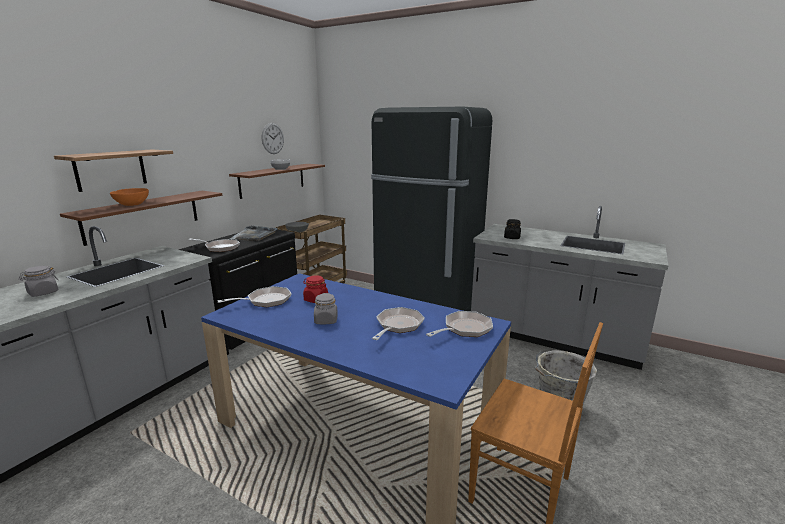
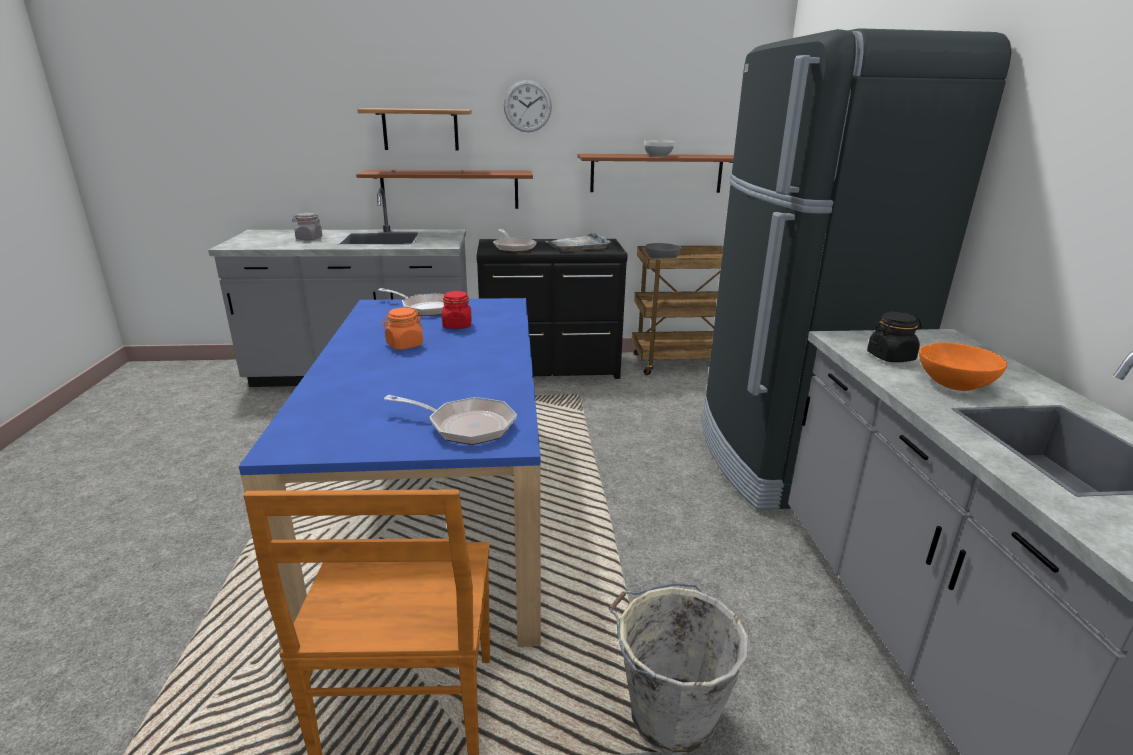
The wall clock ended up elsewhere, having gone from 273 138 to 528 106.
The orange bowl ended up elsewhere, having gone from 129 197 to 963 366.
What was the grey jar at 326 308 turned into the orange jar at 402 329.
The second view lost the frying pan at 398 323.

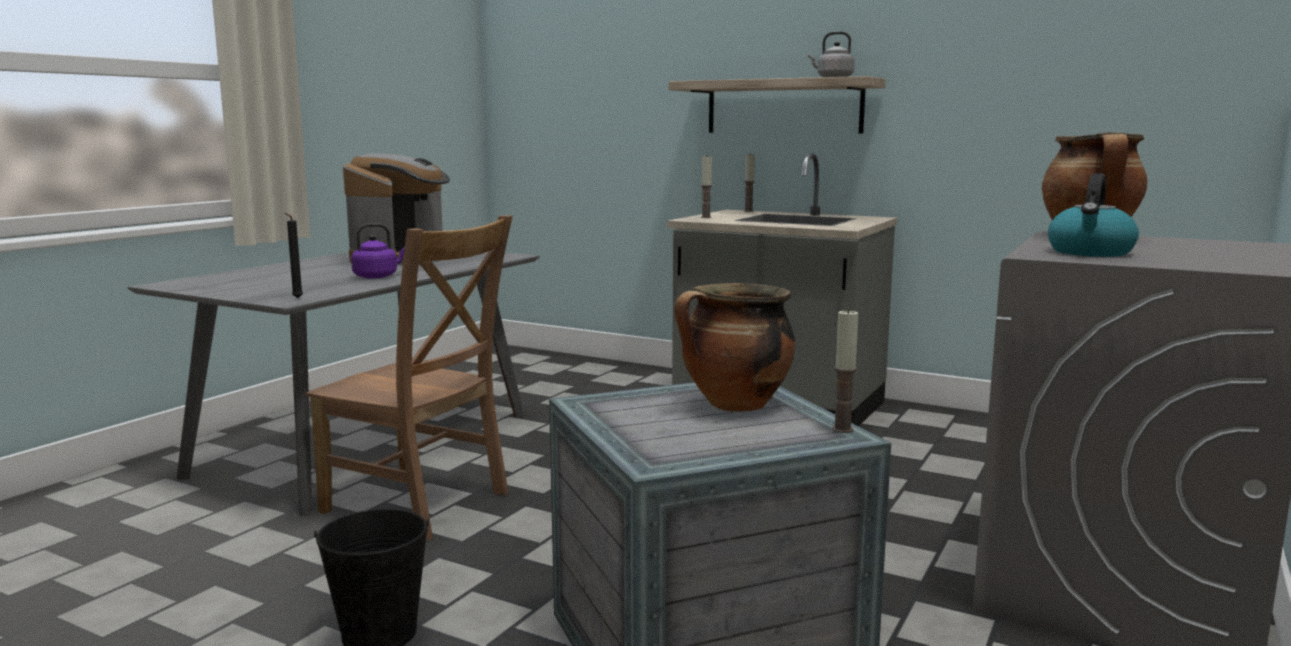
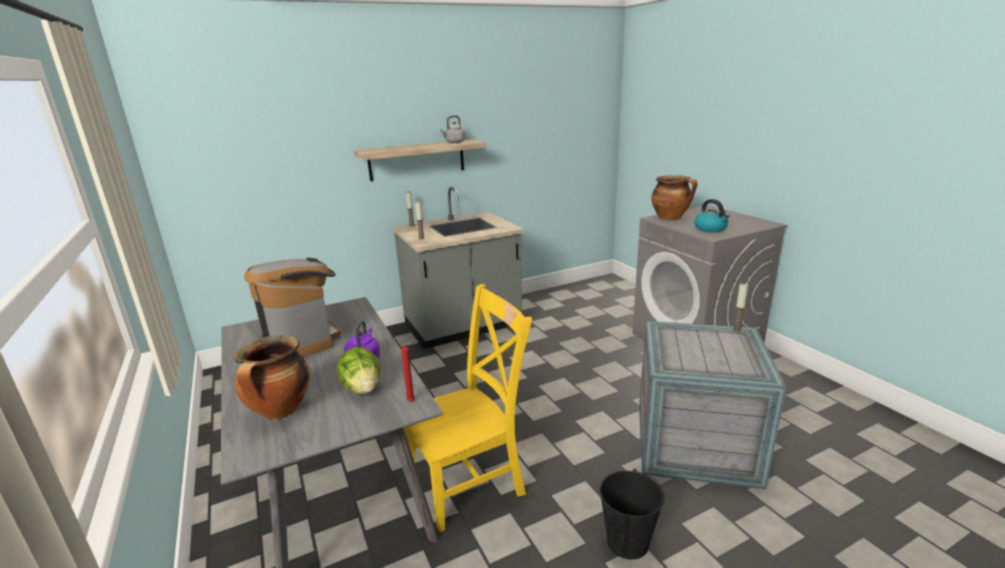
What was the black candle at 294 255 turned into the red candle at 408 373.
What was the brown chair at 409 378 turned into the yellow chair at 468 408.
The cooking pot ended up elsewhere, having gone from 734 347 to 272 377.
The second view gained the lettuce at 358 370.

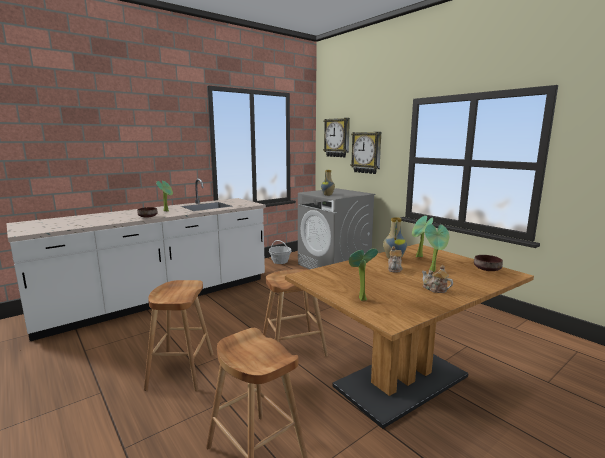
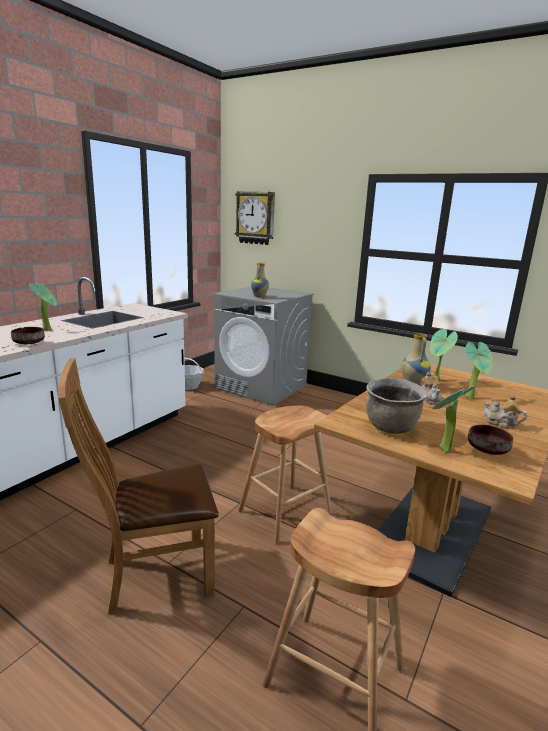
The second view lost the wall clock at 365 153.
The brown bowl ended up elsewhere, having gone from 488 263 to 490 439.
Where the brown stool stood at 178 335, the brown chair came to stand at 138 486.
The second view gained the brown cooking pot at 397 406.

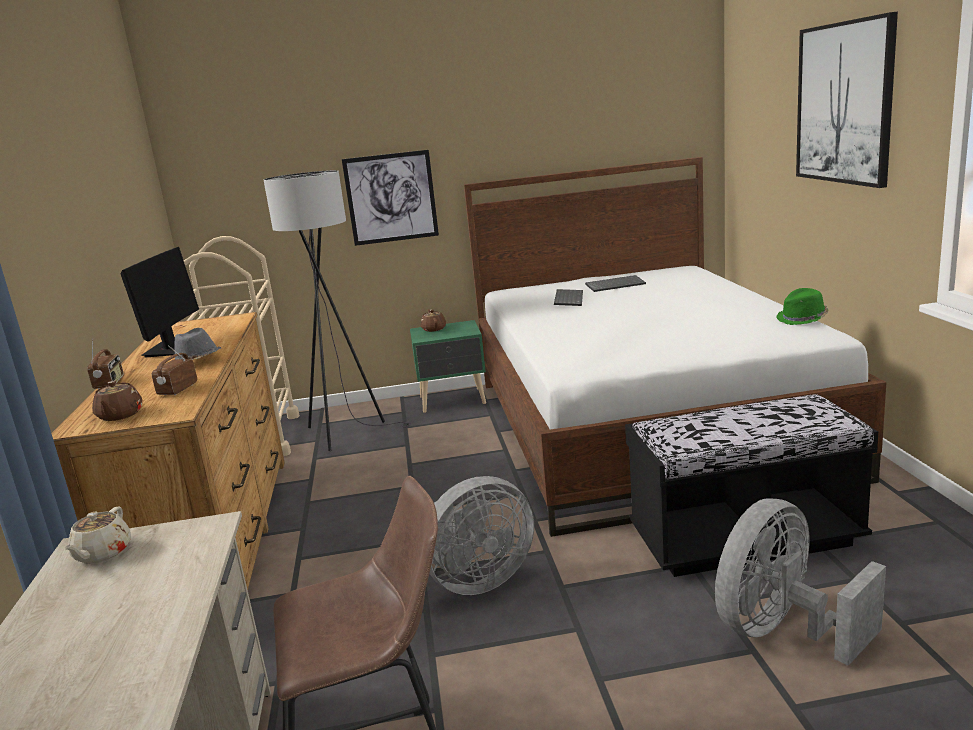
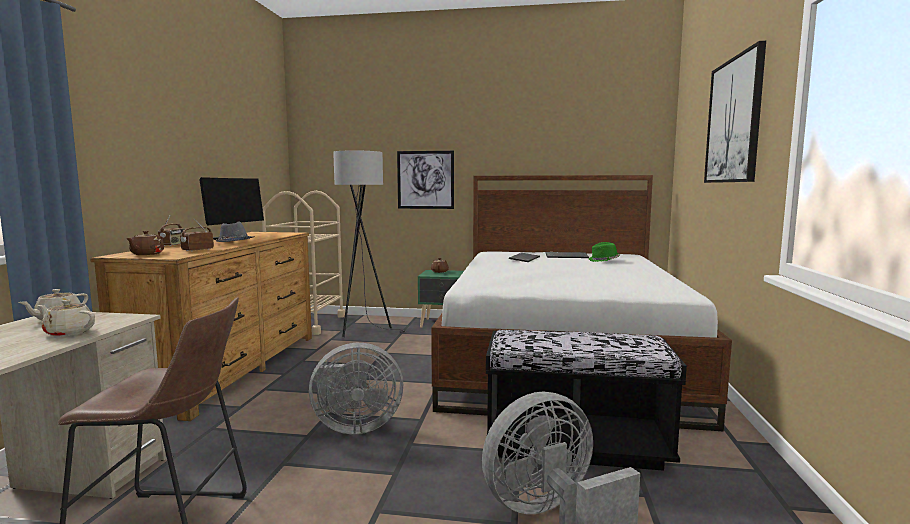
The green hat ended up elsewhere, having gone from 802 306 to 604 252.
The second view gained the beige teapot at 66 318.

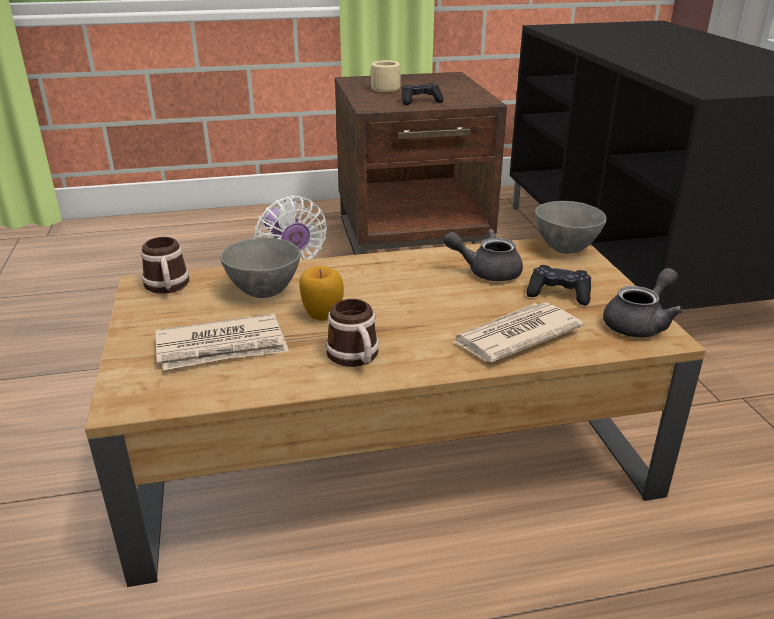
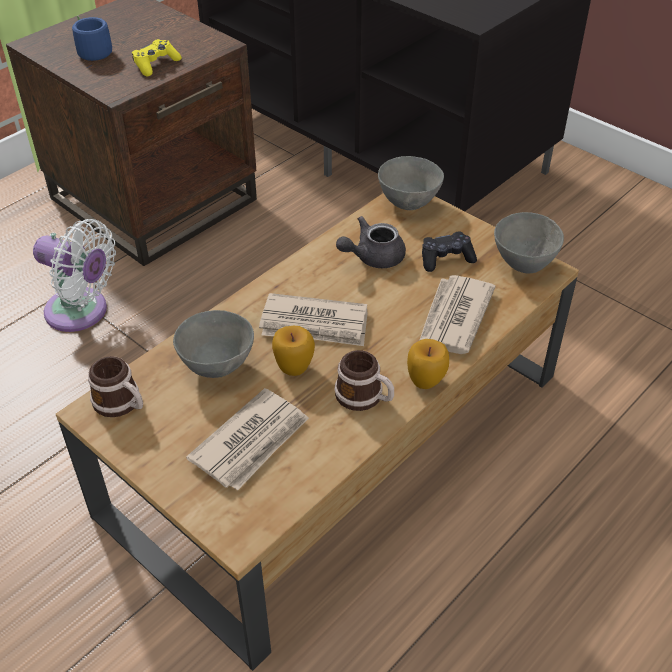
What was the beige mug at 386 75 turned into the blue mug at 92 41.
What was the black game controller at 423 94 turned into the yellow game controller at 157 58.
Where the grey teapot stood at 643 303, the grey bowl came to stand at 529 242.
The second view gained the newspaper at 313 319.
The second view gained the apple at 428 364.

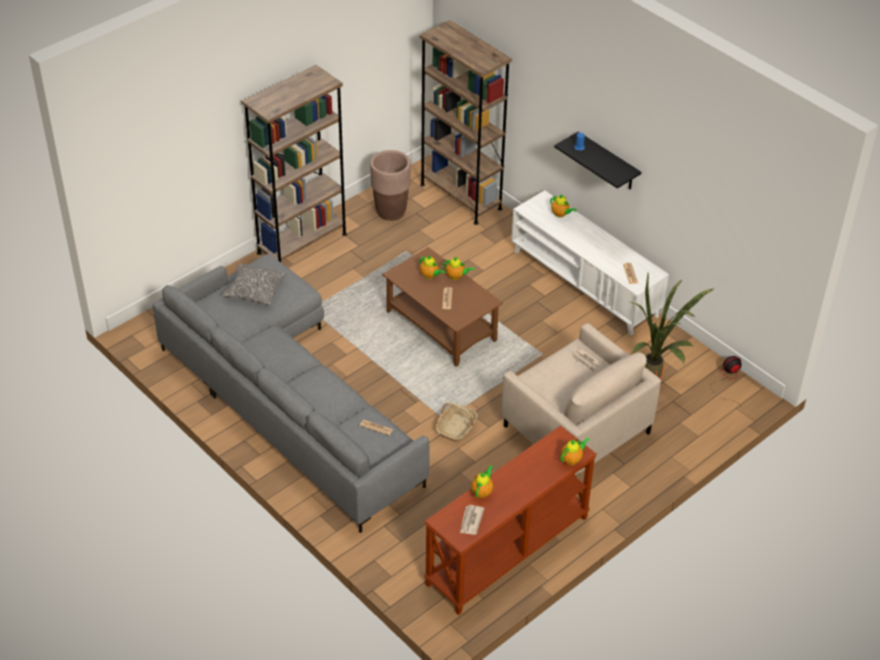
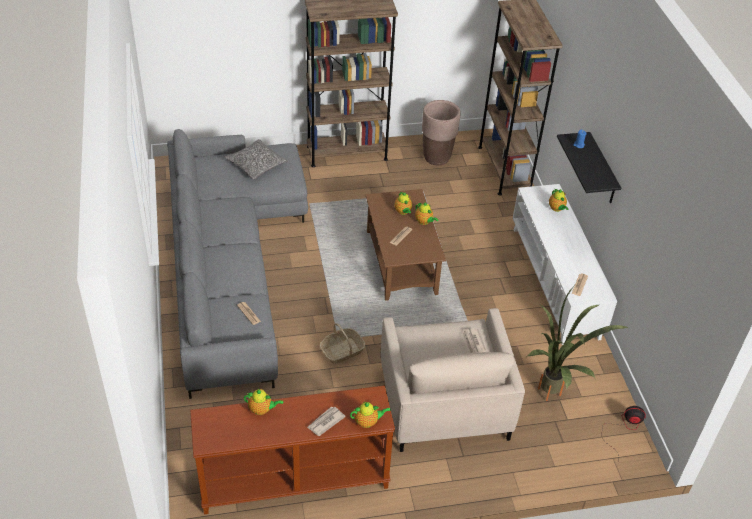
The teapot at 482 481 ended up facing another way, 45 degrees clockwise from before.
The newspaper ended up elsewhere, having gone from 472 520 to 326 421.

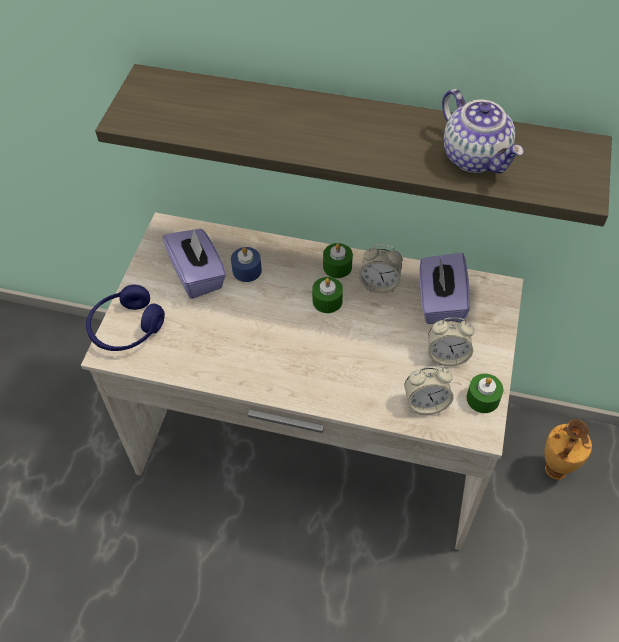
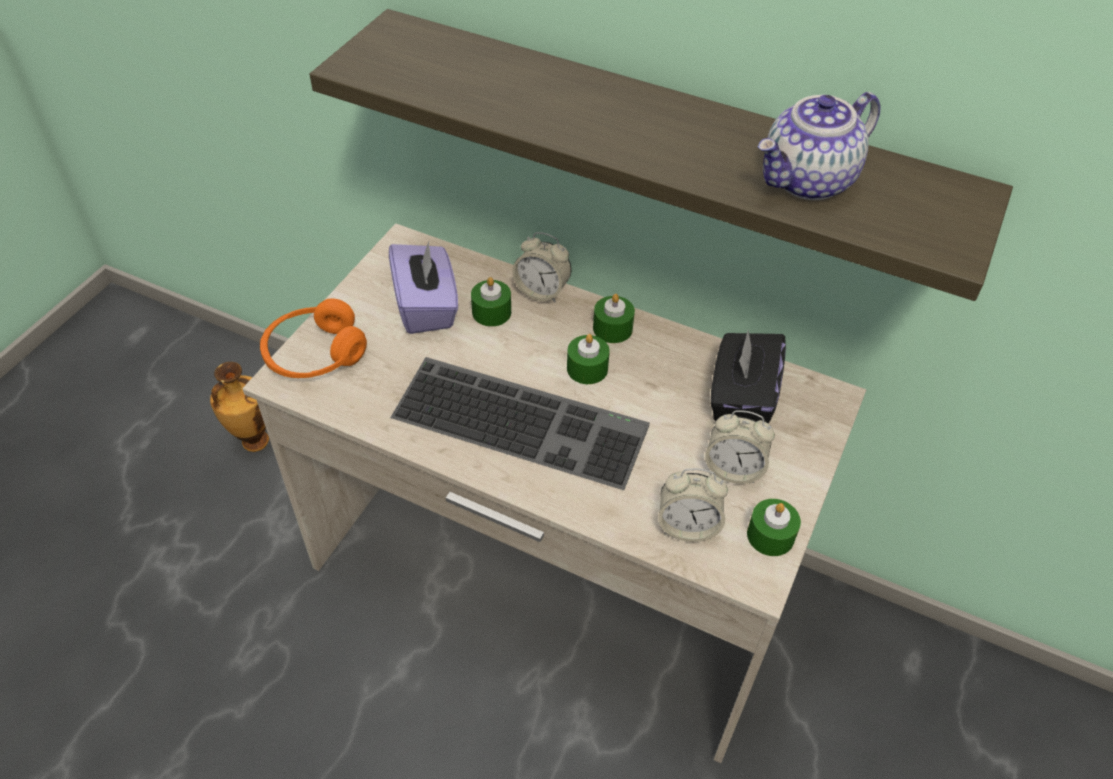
The teapot at 483 131 ended up facing another way, 75 degrees clockwise from before.
The alarm clock ended up elsewhere, having gone from 381 269 to 541 267.
What was the blue candle at 246 264 turned into the green candle at 491 302.
What was the purple tissue box at 445 288 turned into the black tissue box at 748 377.
What was the blue headphones at 125 318 turned into the orange headphones at 313 338.
The vase ended up elsewhere, having gone from 568 449 to 239 407.
The second view gained the keyboard at 520 423.

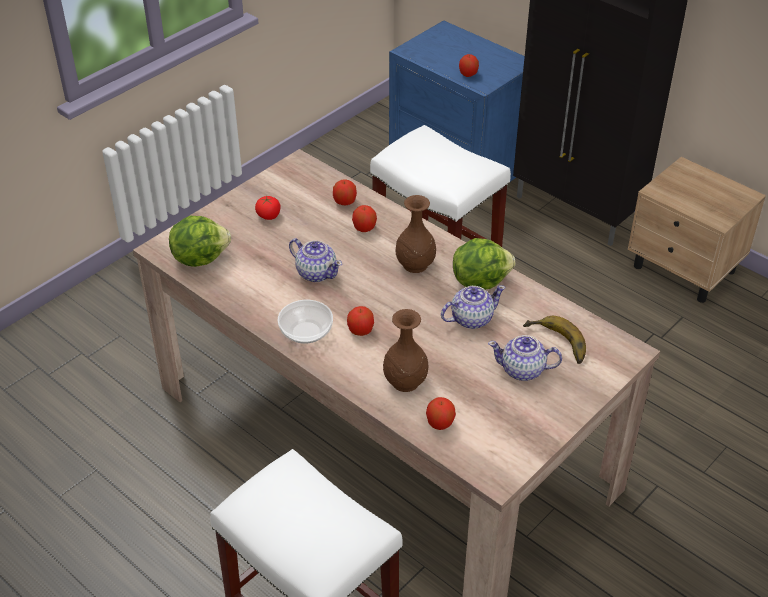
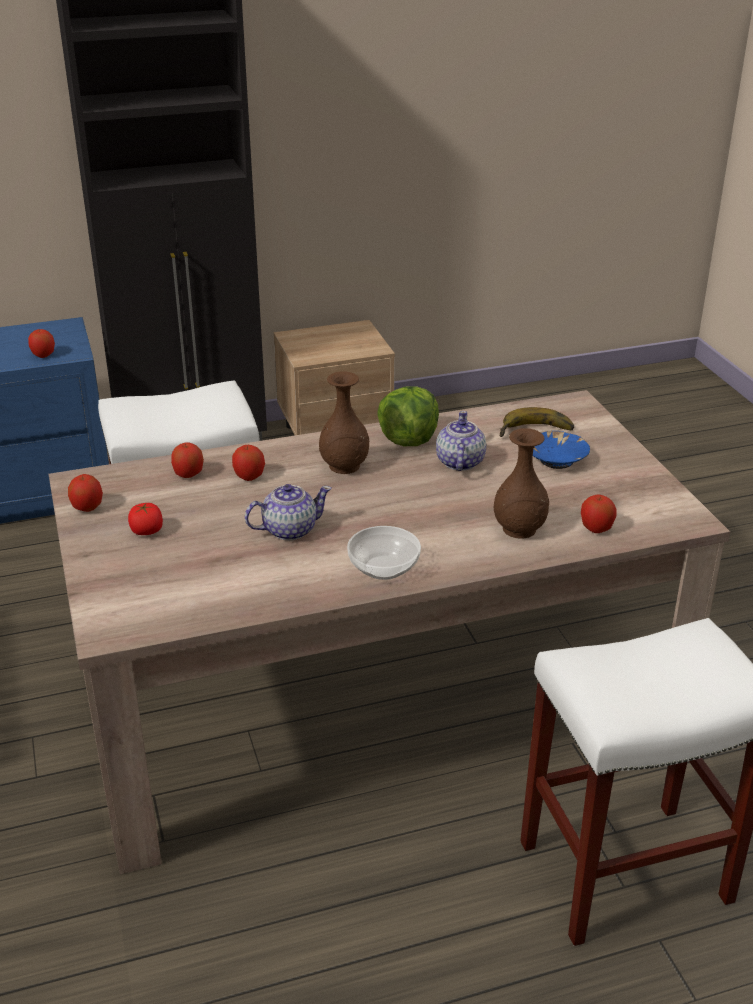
The second view lost the lettuce at 200 241.
The apple ended up elsewhere, having gone from 360 321 to 85 493.
Where the teapot stood at 525 358, the blue bowl came to stand at 561 450.

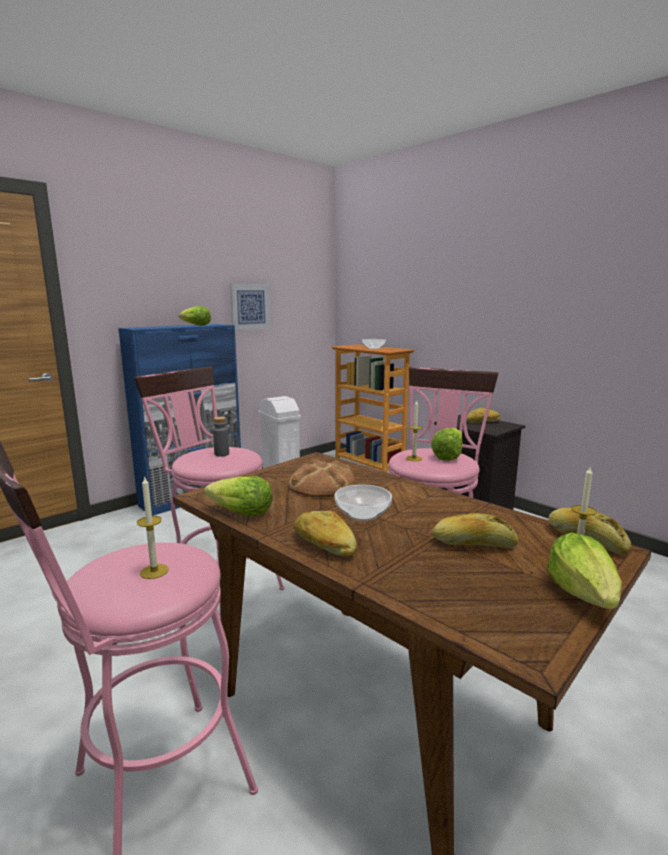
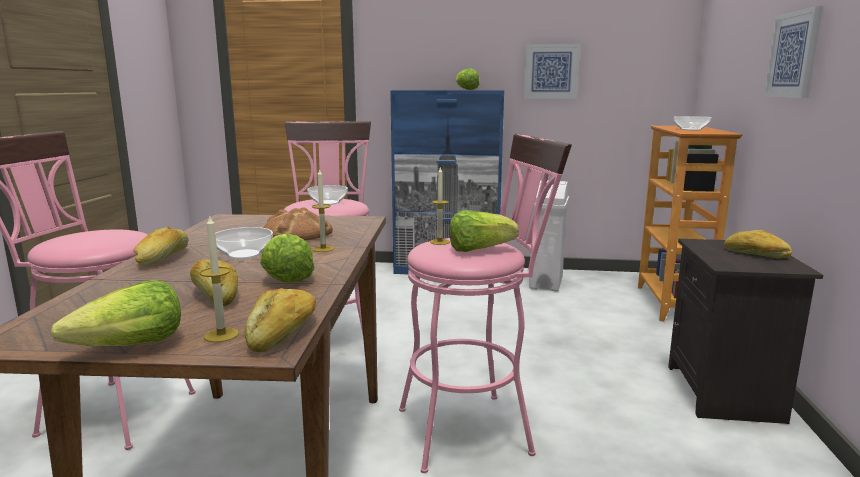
Where the grey bottle stood at 221 437, the bowl came to stand at 327 195.
The candle ended up elsewhere, having gone from 153 527 to 323 210.
The lettuce ended up elsewhere, having gone from 238 496 to 287 258.
The second view gained the picture at 793 52.

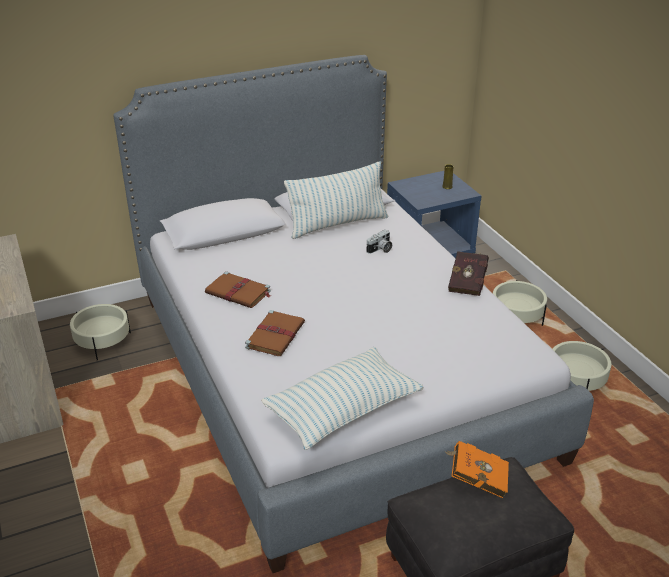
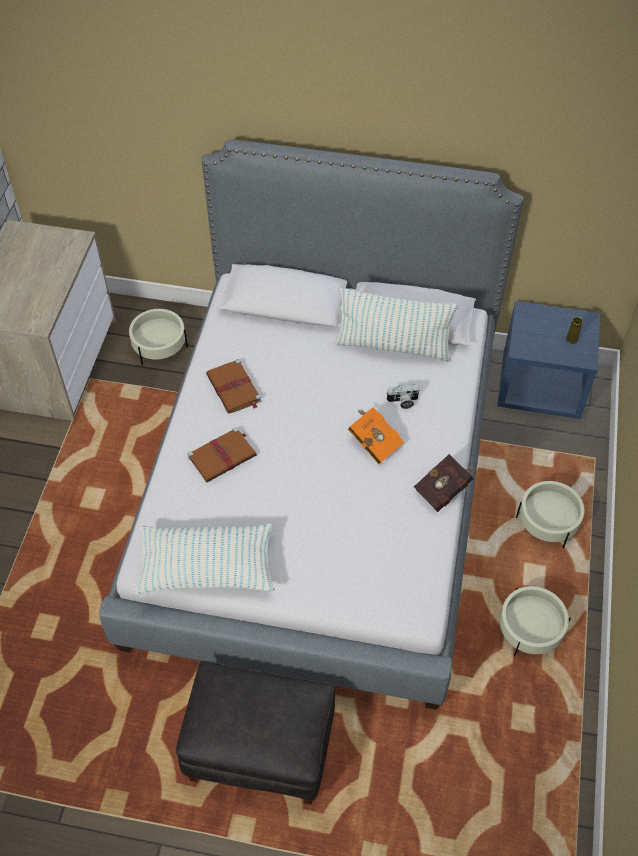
The orange book ended up elsewhere, having gone from 476 469 to 376 435.

